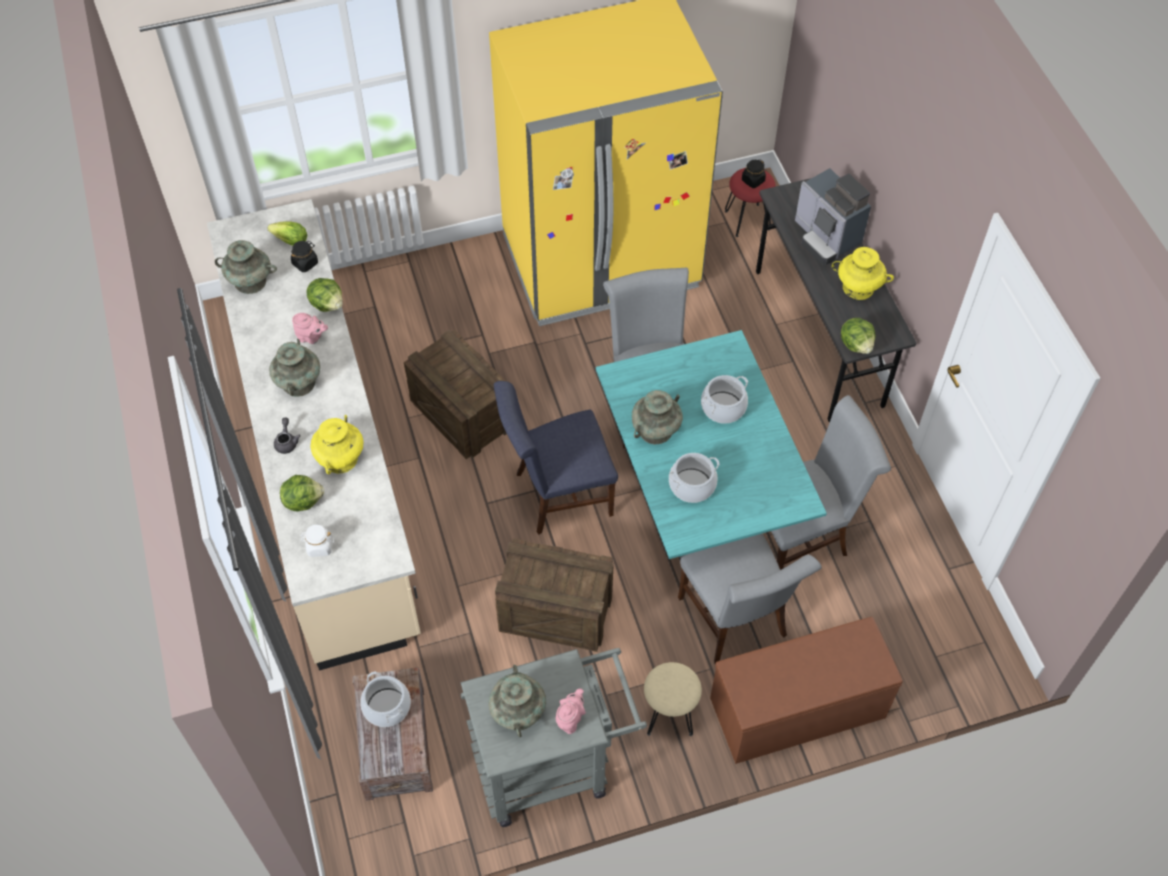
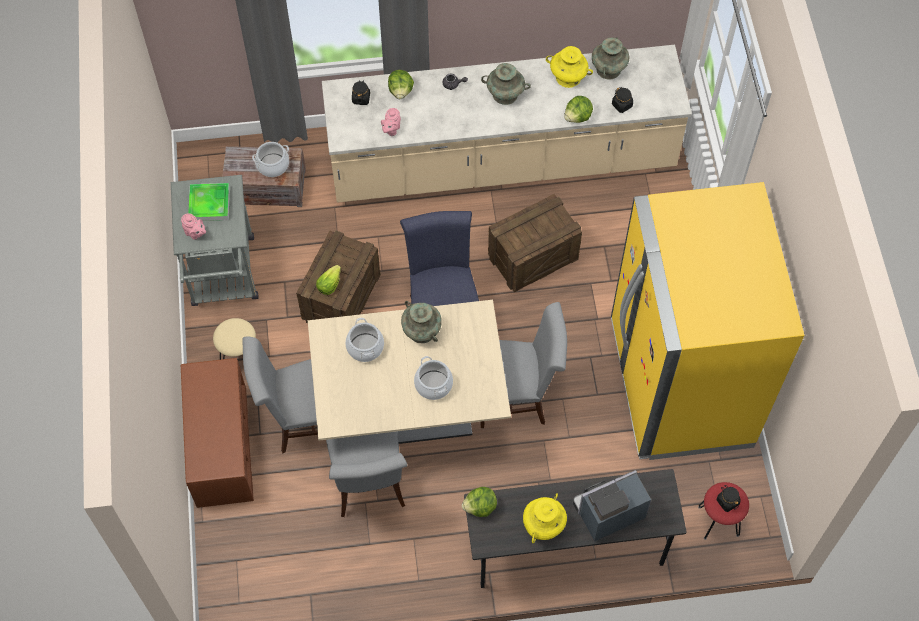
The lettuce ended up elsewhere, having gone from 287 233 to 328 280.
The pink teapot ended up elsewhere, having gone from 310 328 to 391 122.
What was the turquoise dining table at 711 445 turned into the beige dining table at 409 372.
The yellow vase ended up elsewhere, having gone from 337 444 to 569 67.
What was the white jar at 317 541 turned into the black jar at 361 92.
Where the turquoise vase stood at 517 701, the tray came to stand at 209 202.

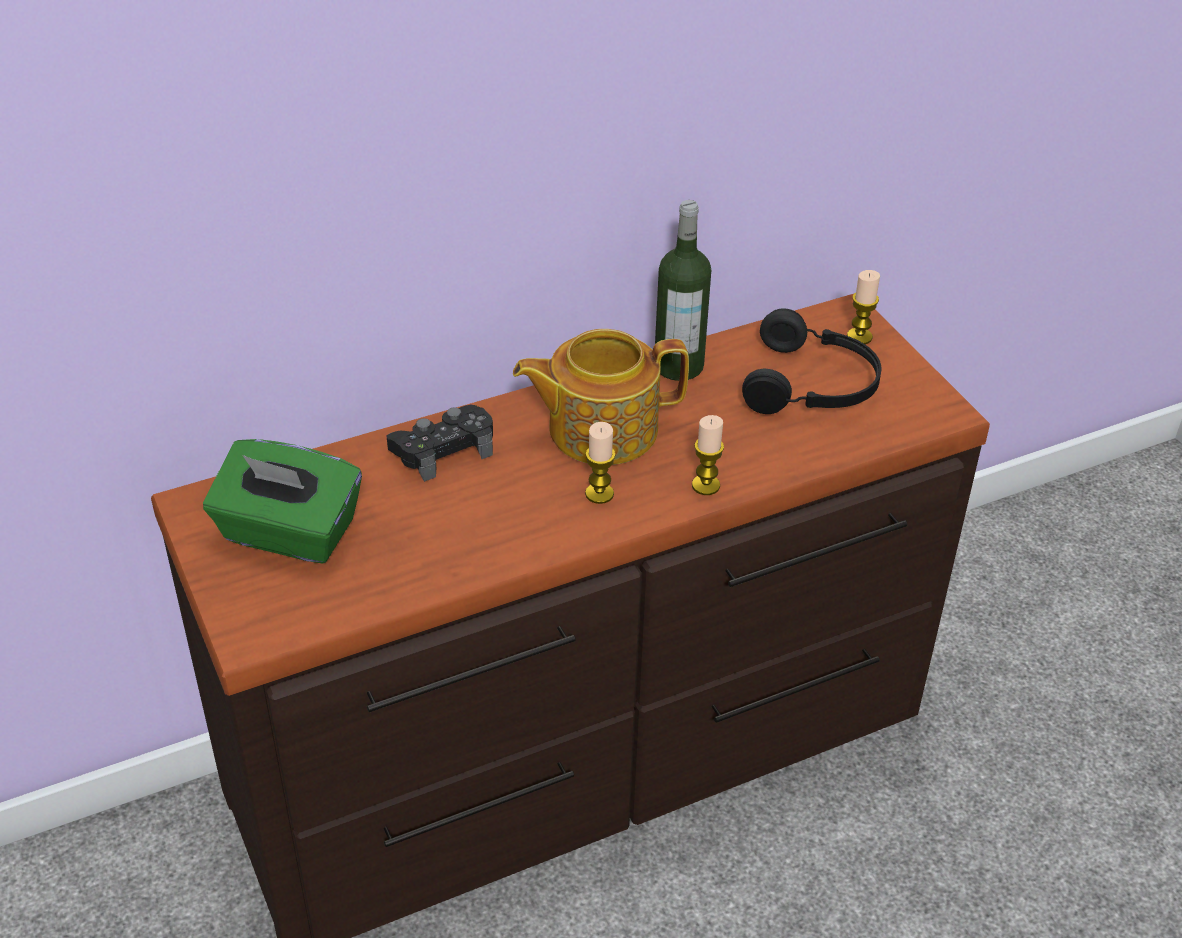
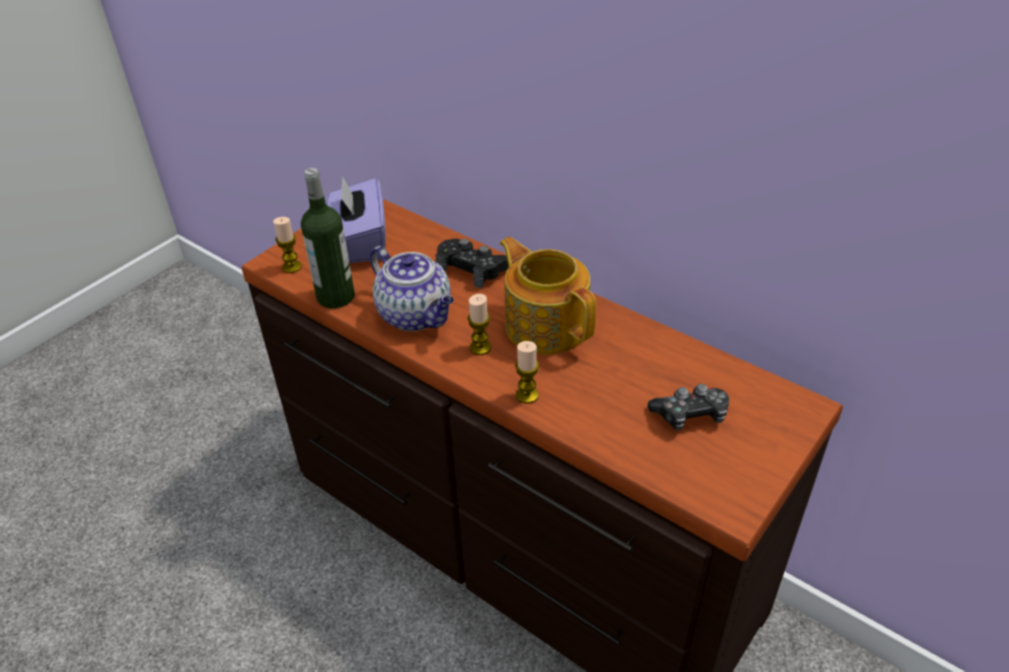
The bottle ended up elsewhere, having gone from 683 290 to 328 238.
The candle ended up elsewhere, having gone from 863 307 to 287 245.
Where the black headphones stood at 811 361, the game controller came to stand at 688 407.
What was the green tissue box at 282 501 turned into the purple tissue box at 356 219.
The second view gained the teapot at 412 288.

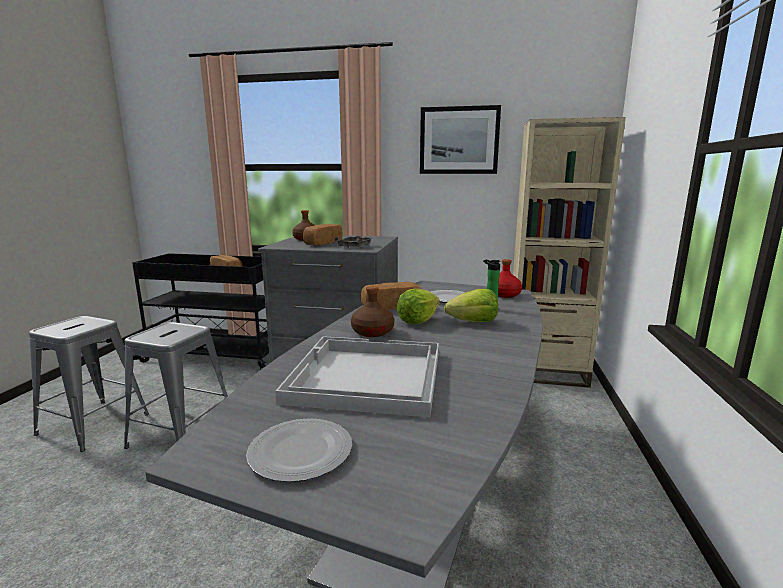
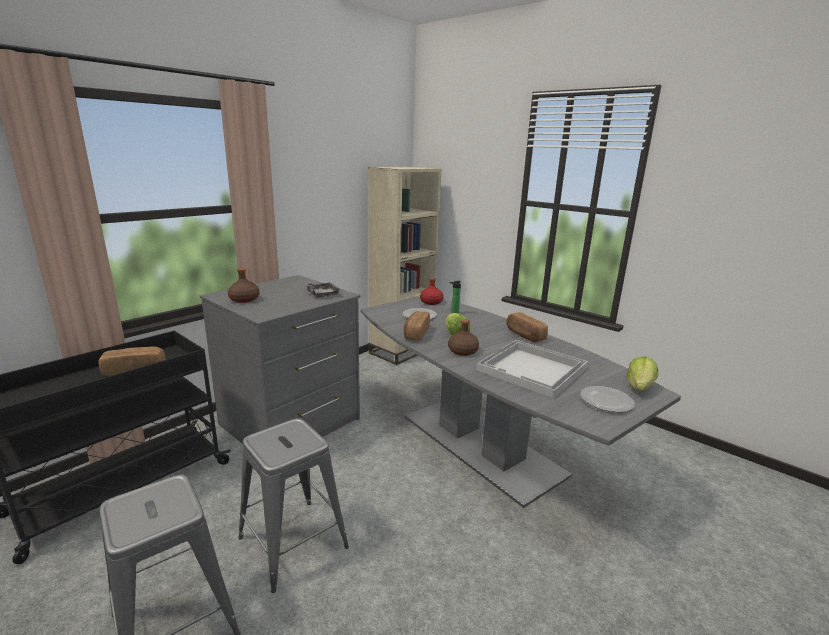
The second view lost the picture at 460 139.
The bread ended up elsewhere, having gone from 322 234 to 527 327.
The lettuce ended up elsewhere, having gone from 471 305 to 642 373.

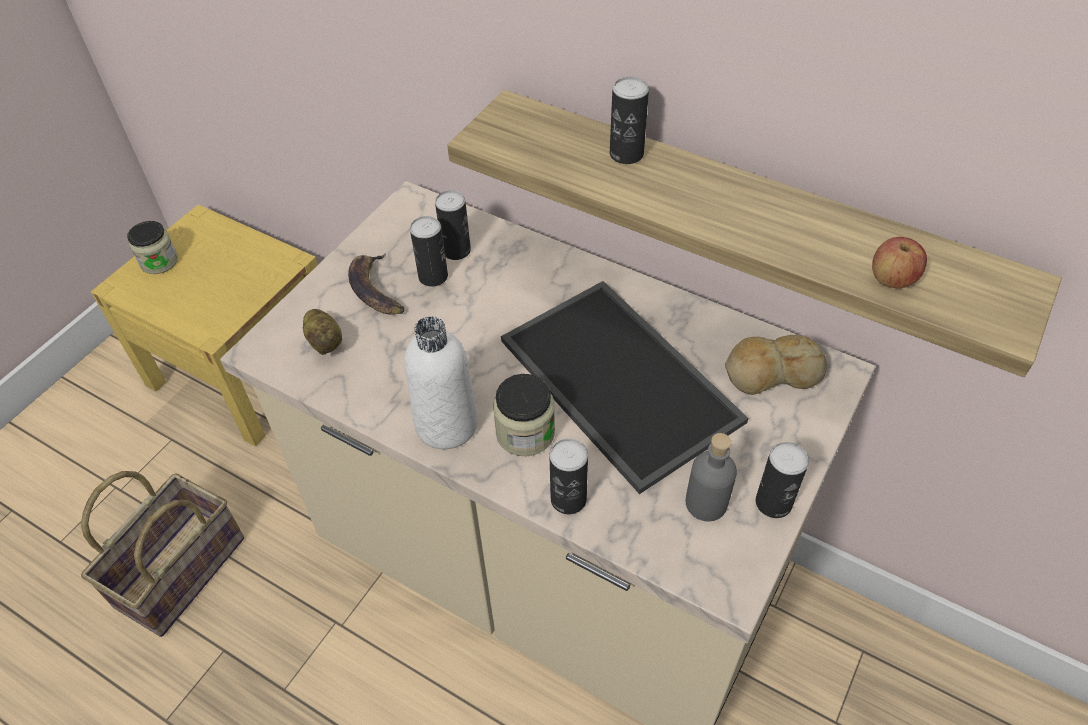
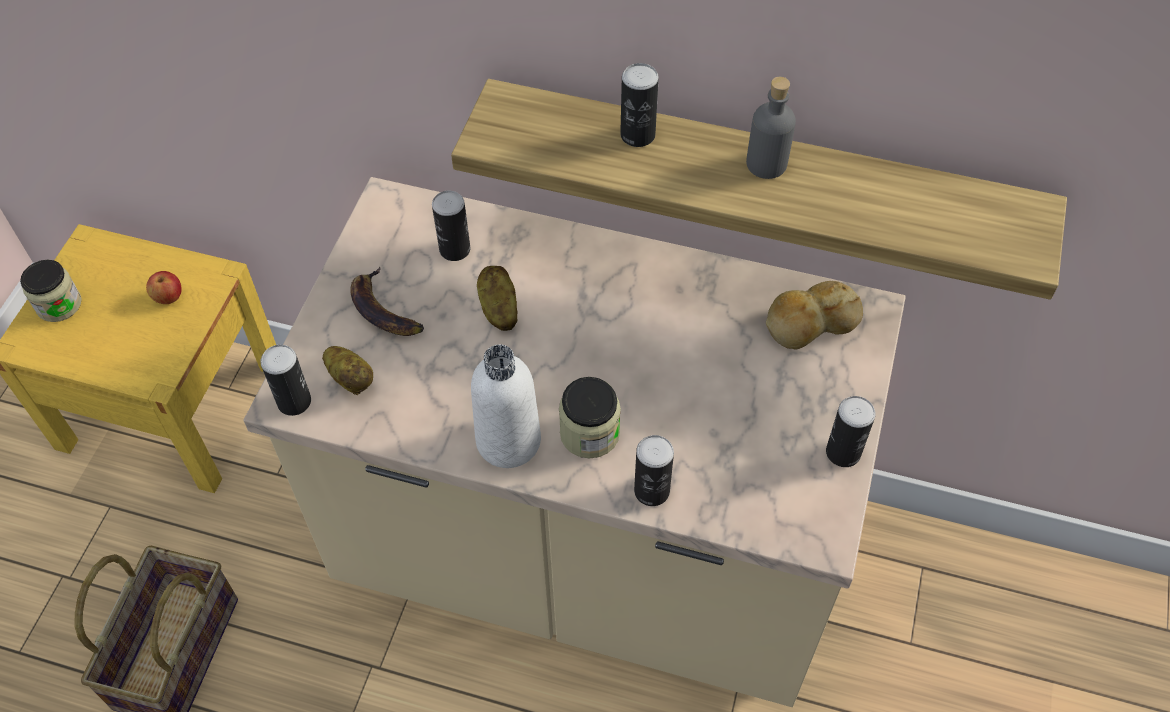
The can ended up elsewhere, having gone from 429 251 to 285 380.
The apple ended up elsewhere, having gone from 899 263 to 164 287.
The second view lost the tray at 625 387.
The grey bottle ended up elsewhere, having gone from 711 477 to 771 128.
The second view gained the potato at 497 298.

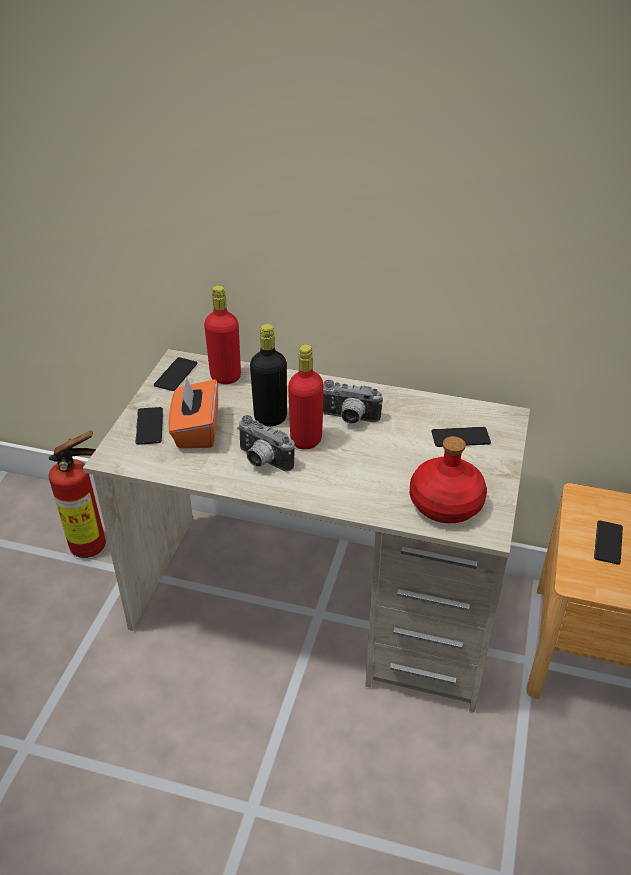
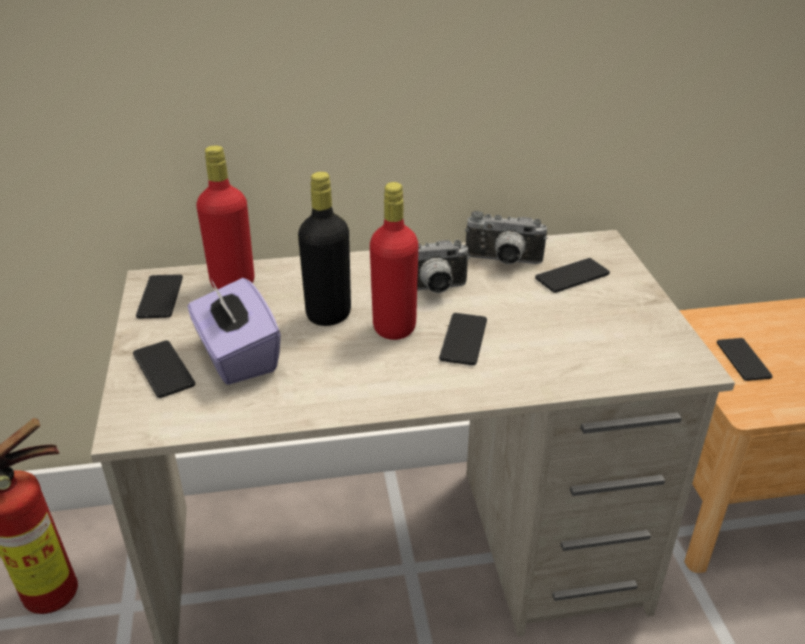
What was the orange tissue box at 193 412 turned into the purple tissue box at 234 331.
The photo camera ended up elsewhere, having gone from 266 443 to 506 238.
The second view lost the red bottle at 448 479.
The second view gained the phone at 463 339.

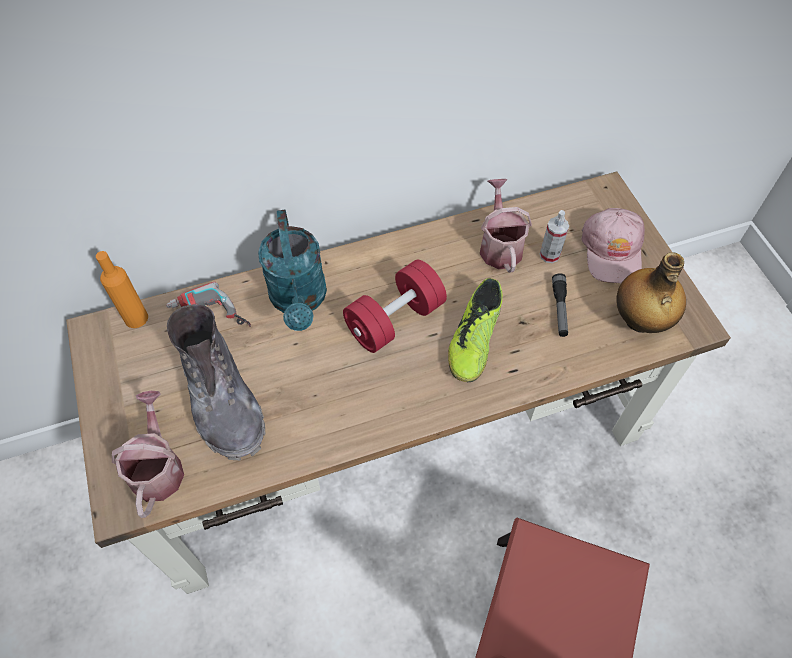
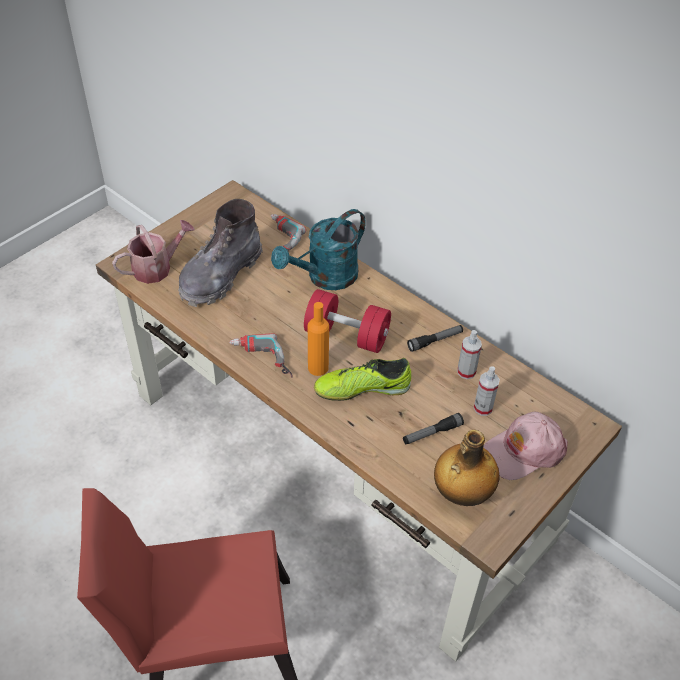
Where the watering can stood at 506 226, the spray bottle came to stand at 469 354.
The orange bottle ended up elsewhere, having gone from 122 289 to 318 339.
The second view gained the flashlight at 435 338.
The second view gained the power drill at 261 355.

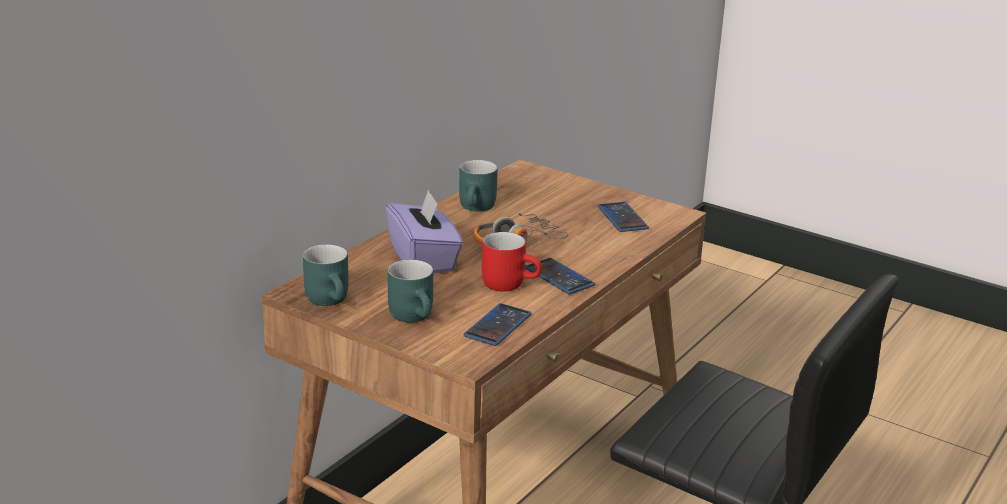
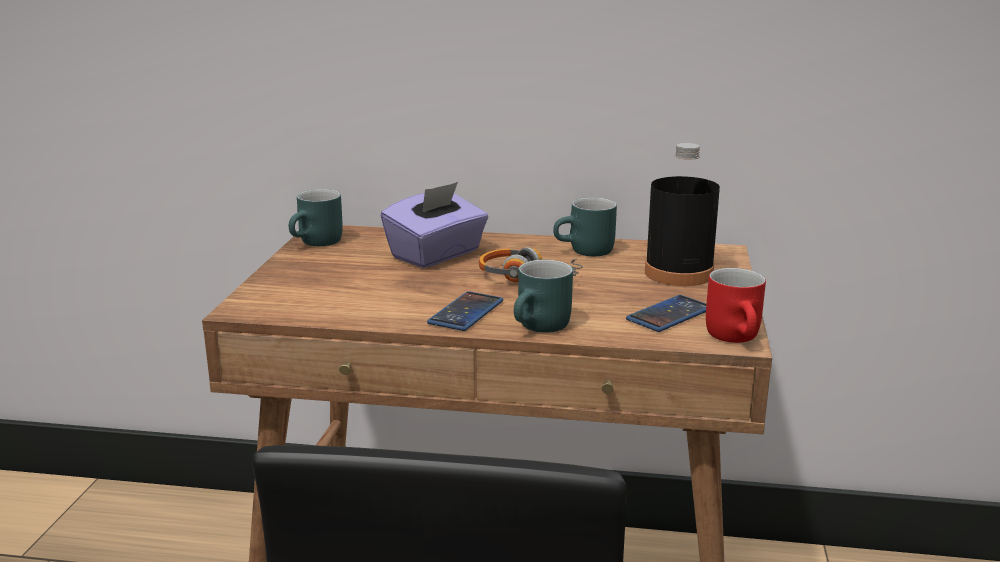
The red mug ended up elsewhere, having gone from 512 262 to 736 305.
The turquoise mug ended up elsewhere, having gone from 410 291 to 543 296.
The second view lost the phone at 498 324.
The second view gained the black bottle at 682 214.

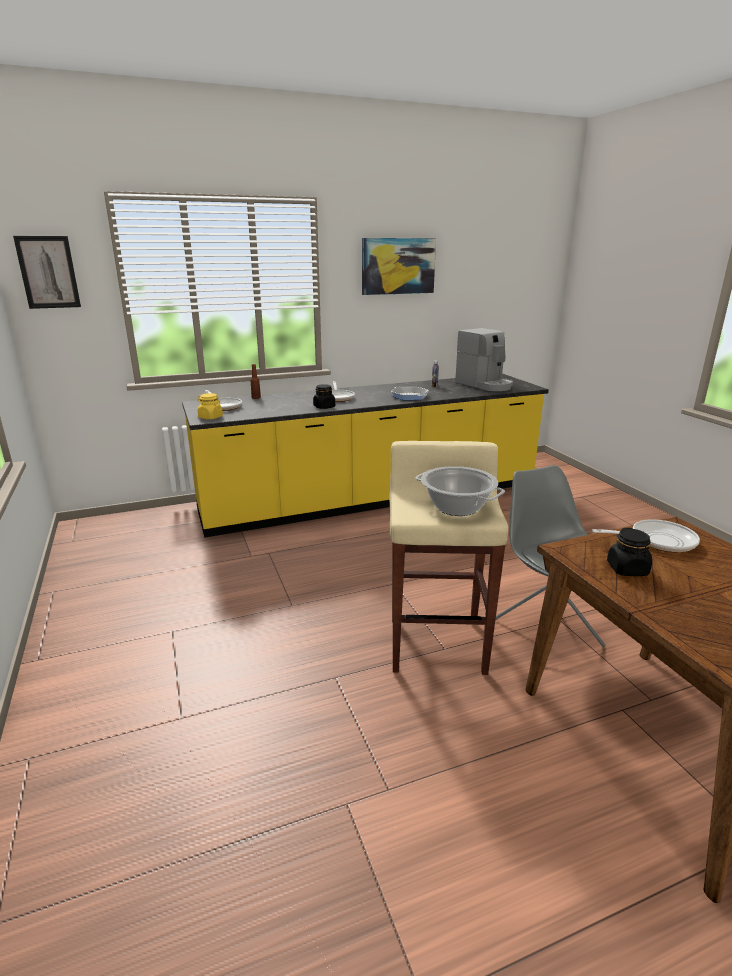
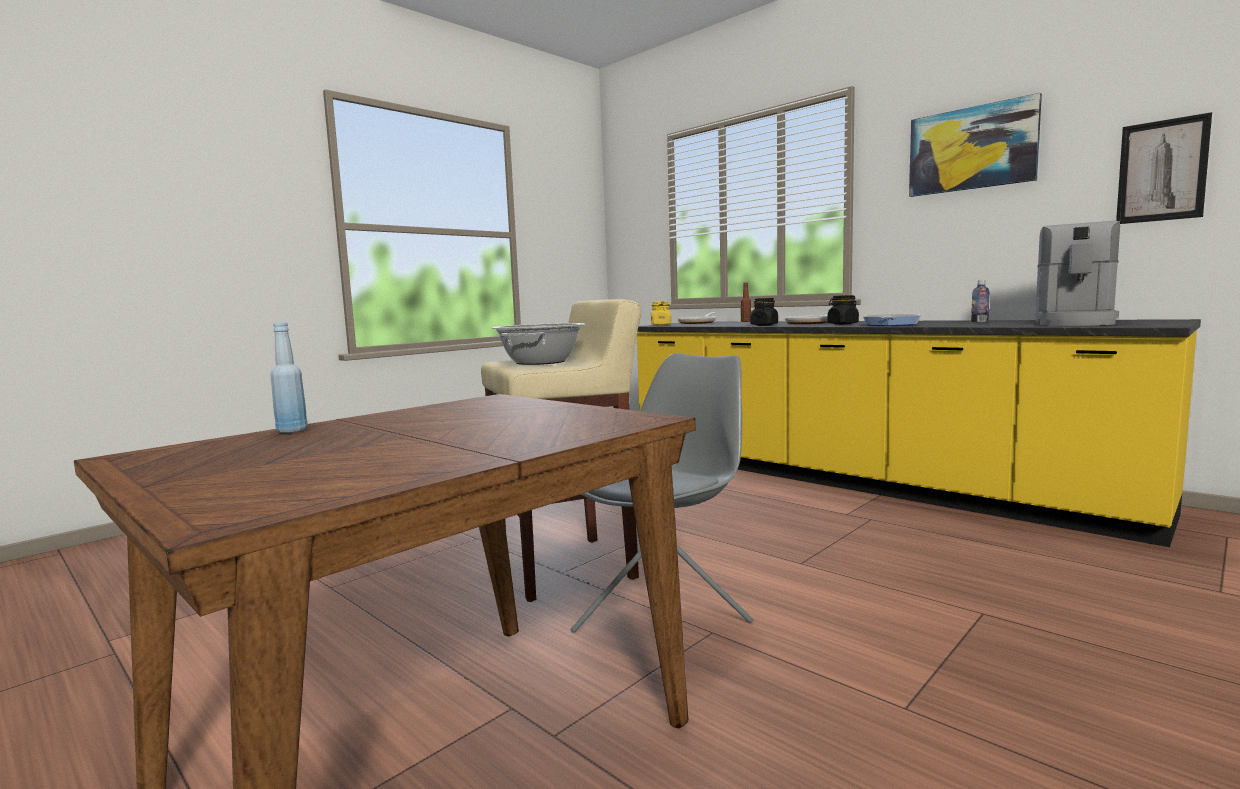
The picture ended up elsewhere, having gone from 47 272 to 1164 168.
The second view lost the frying pan at 646 535.
The black jar ended up elsewhere, having gone from 629 552 to 843 310.
The second view gained the blue bottle at 289 377.

